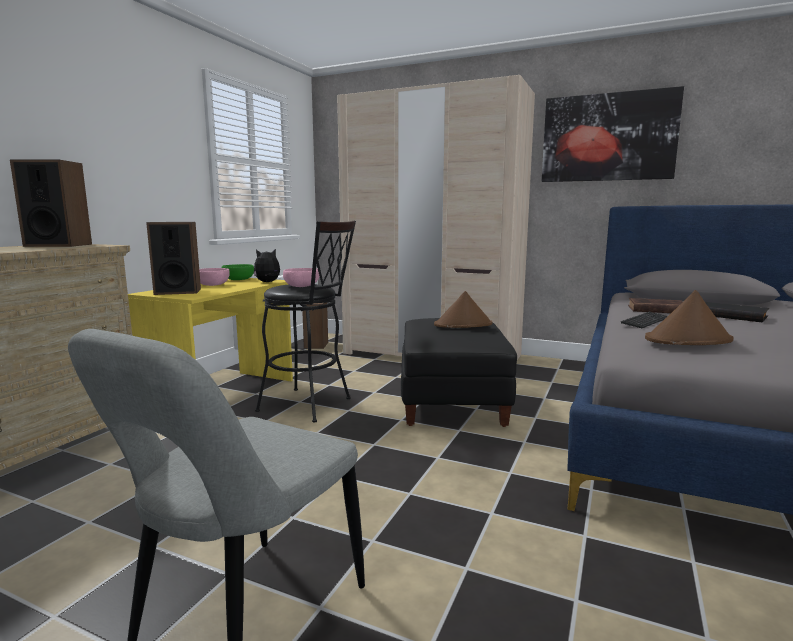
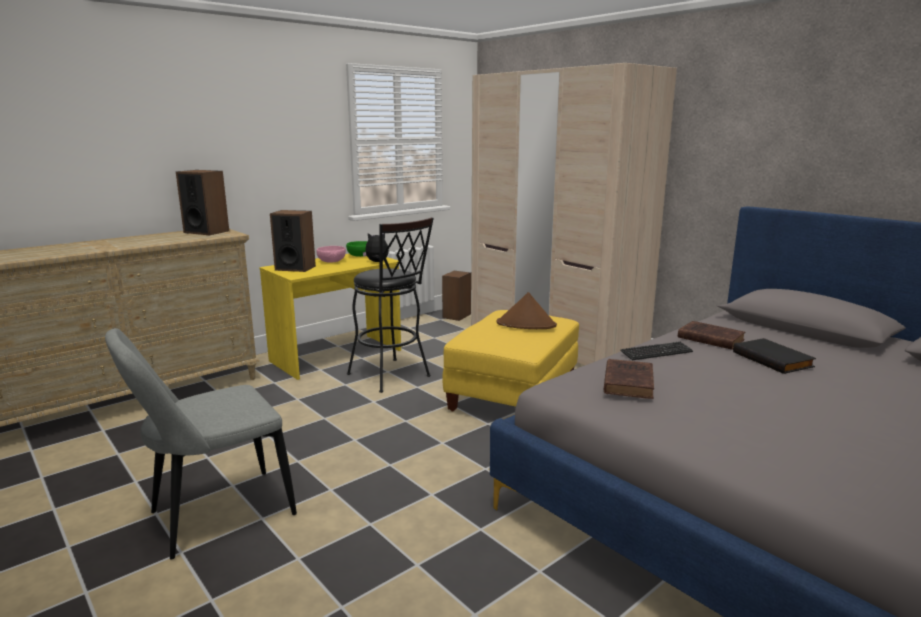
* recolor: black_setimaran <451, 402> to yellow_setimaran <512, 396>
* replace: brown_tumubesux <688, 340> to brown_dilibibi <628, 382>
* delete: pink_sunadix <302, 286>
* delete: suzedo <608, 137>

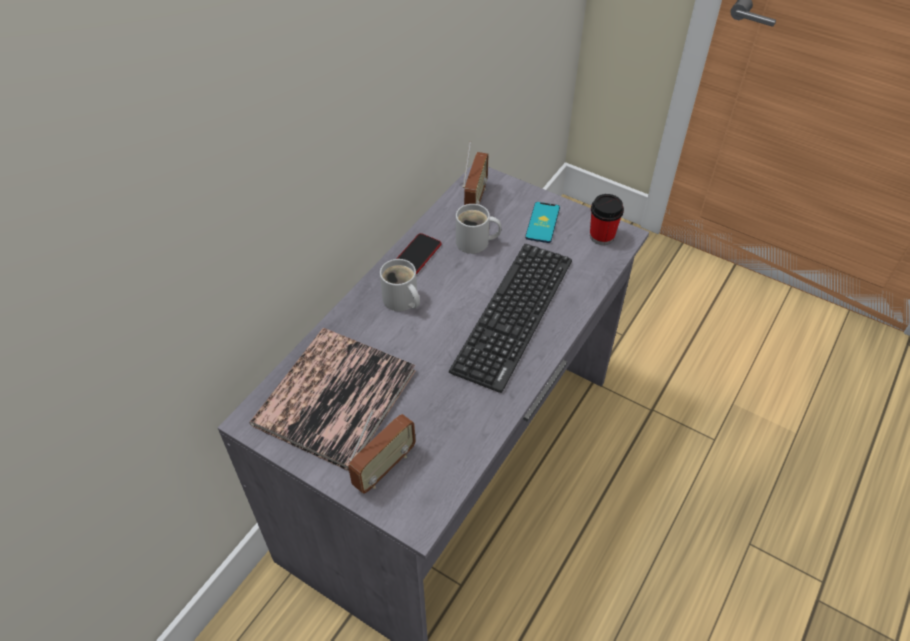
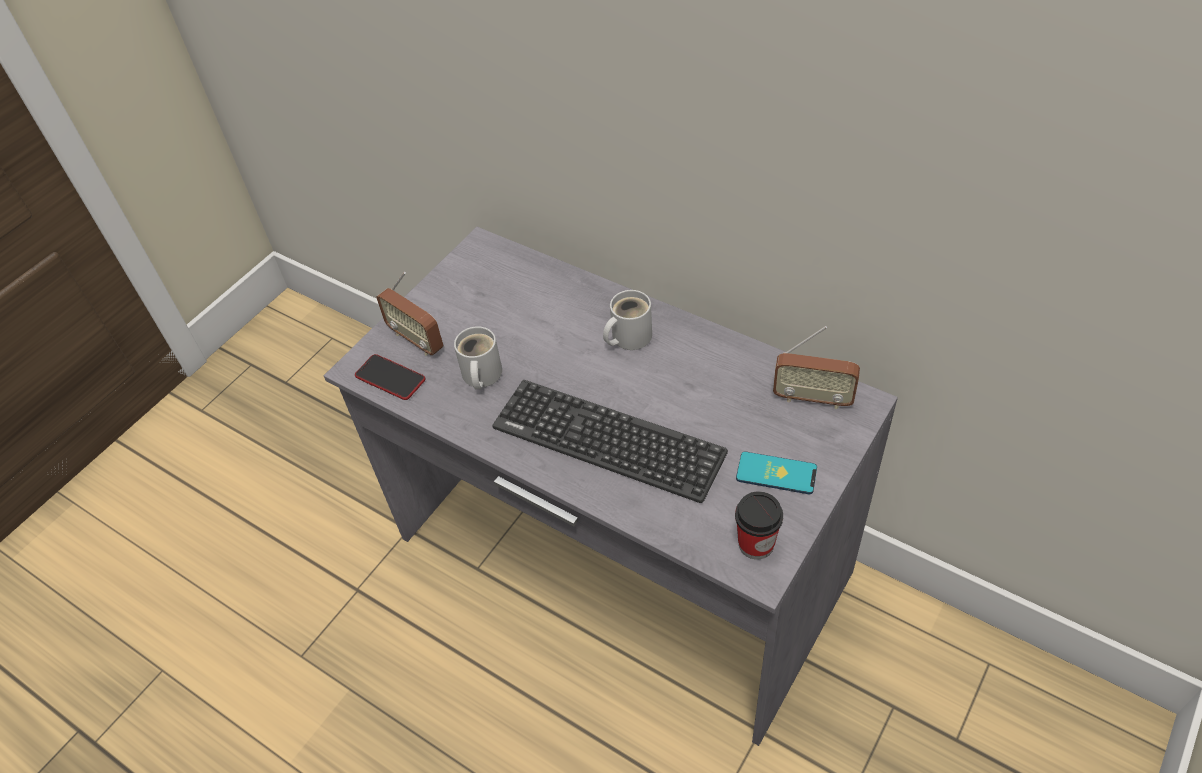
* move: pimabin <416, 256> to <390, 378>
* move: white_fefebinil <475, 243> to <480, 375>
* delete: dilibibi <335, 397>

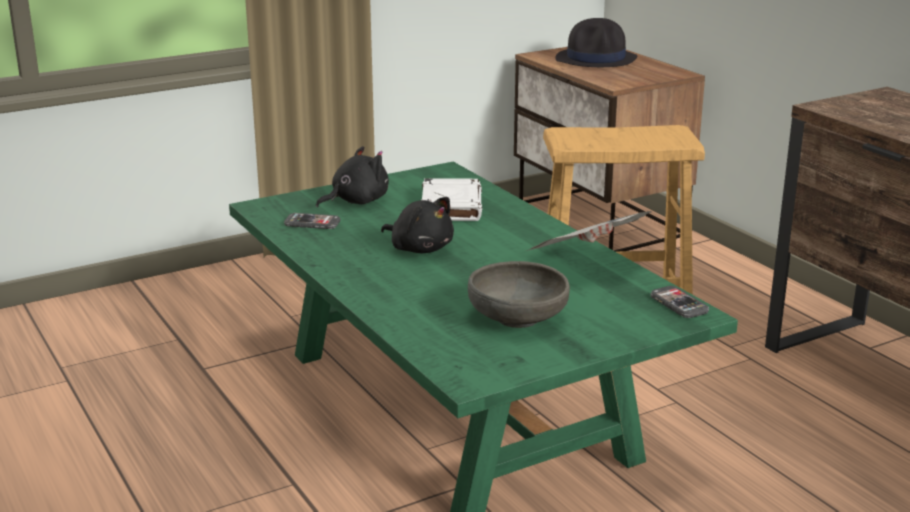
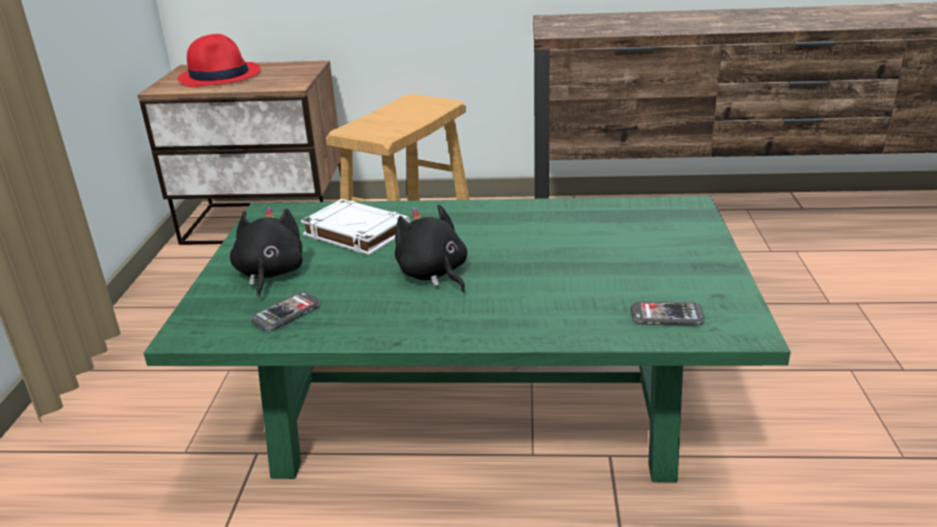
* recolor: black_tumubesux <596, 59> to red_tumubesux <220, 76>
* rotate: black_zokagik <420, 248> = <433, 274> 105 degrees counterclockwise
* move: pimabin <679, 304> to <666, 316>
* delete: grey_sunadix <517, 318>
* delete: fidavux <585, 262>

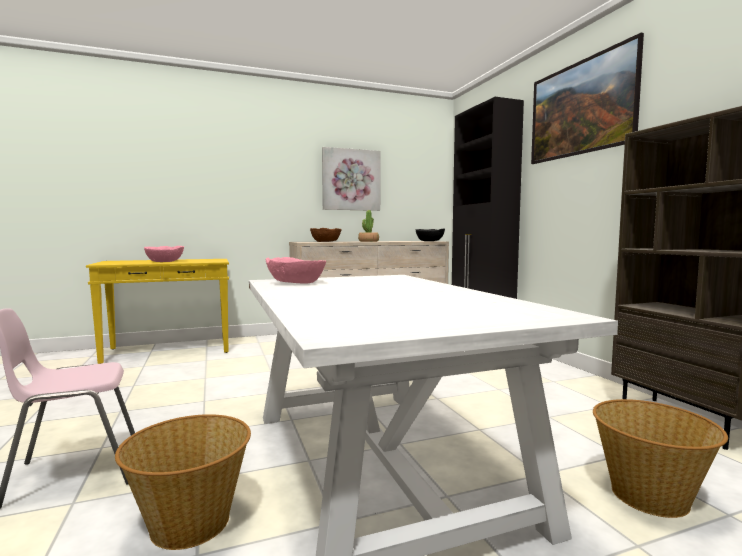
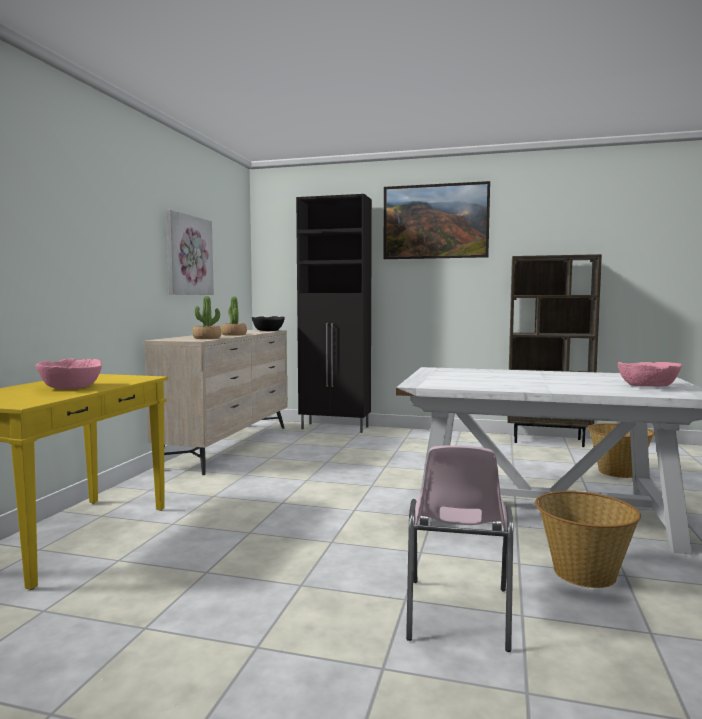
* replace: brown_sunadix <325, 241> to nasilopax <207, 338>
* move: pink_sunadix <296, 283> to <647, 386>

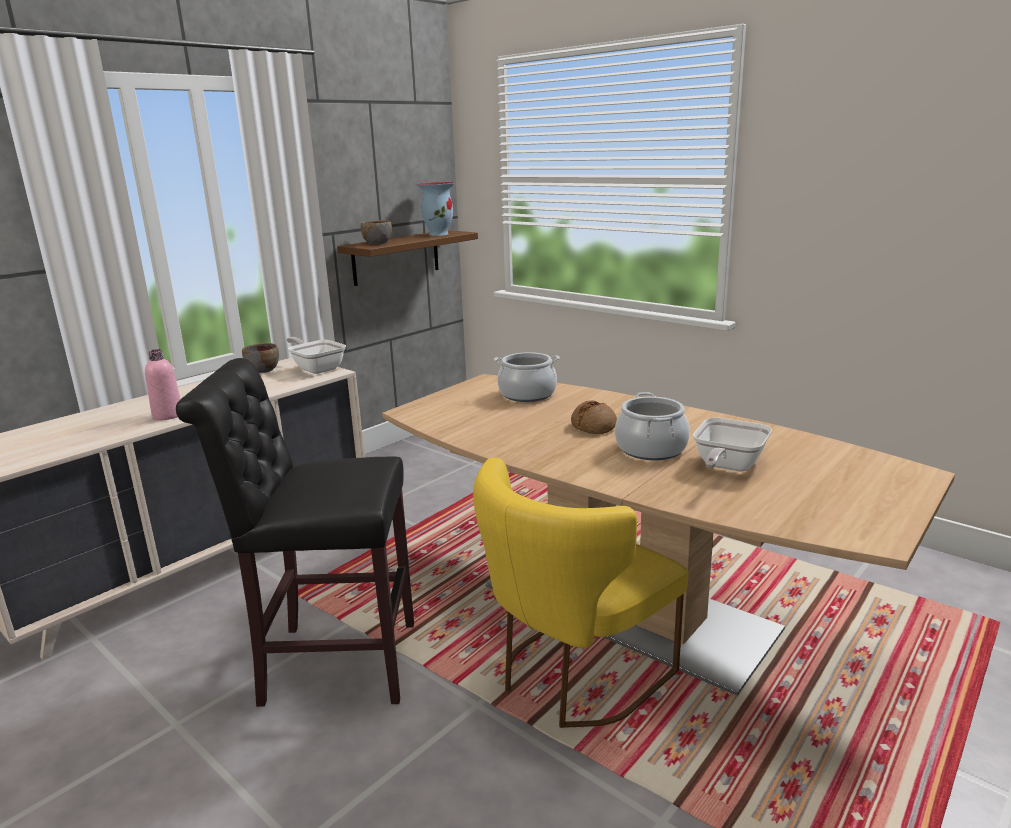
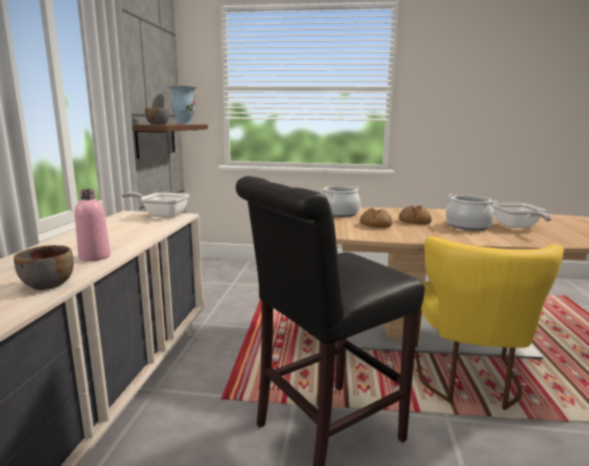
* move: grey_sunadix <263, 370> to <48, 284>
* insert: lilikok <375, 225>

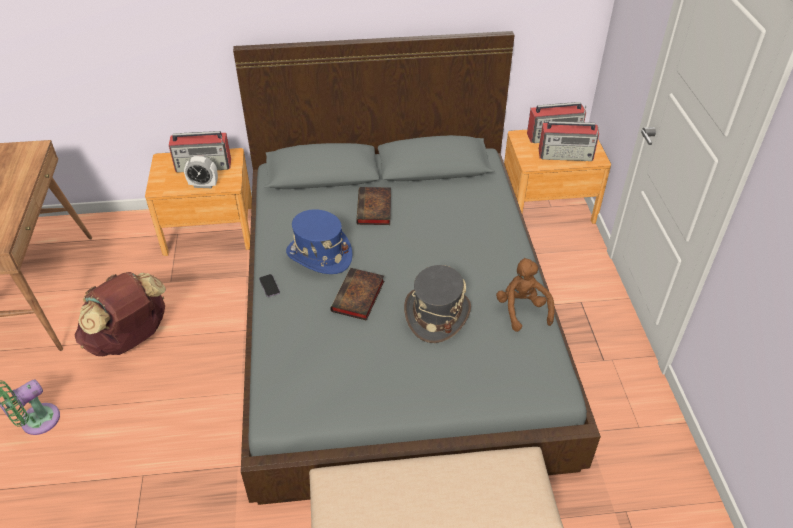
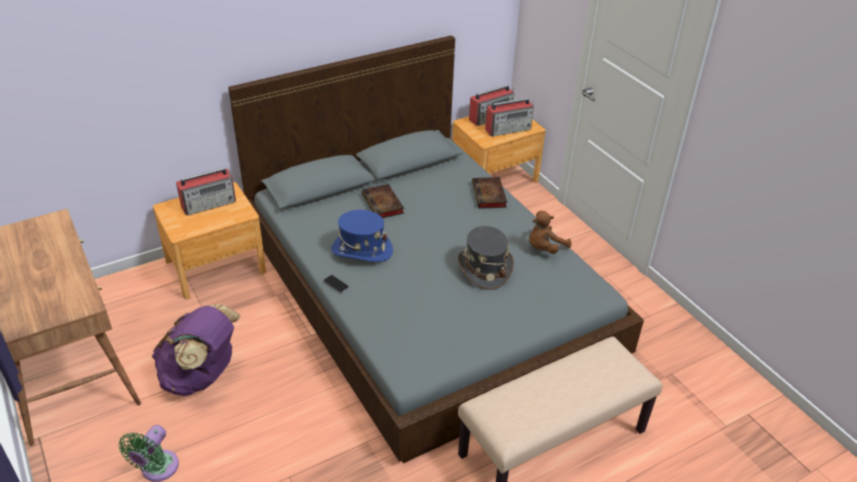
* recolor: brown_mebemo <130, 339> to purple_mebemo <202, 376>
* move: dilibibi <358, 298> to <489, 196>
* rotate: brown_zokagik <522, 310> = <544, 248> 90 degrees counterclockwise
* delete: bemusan <203, 185>

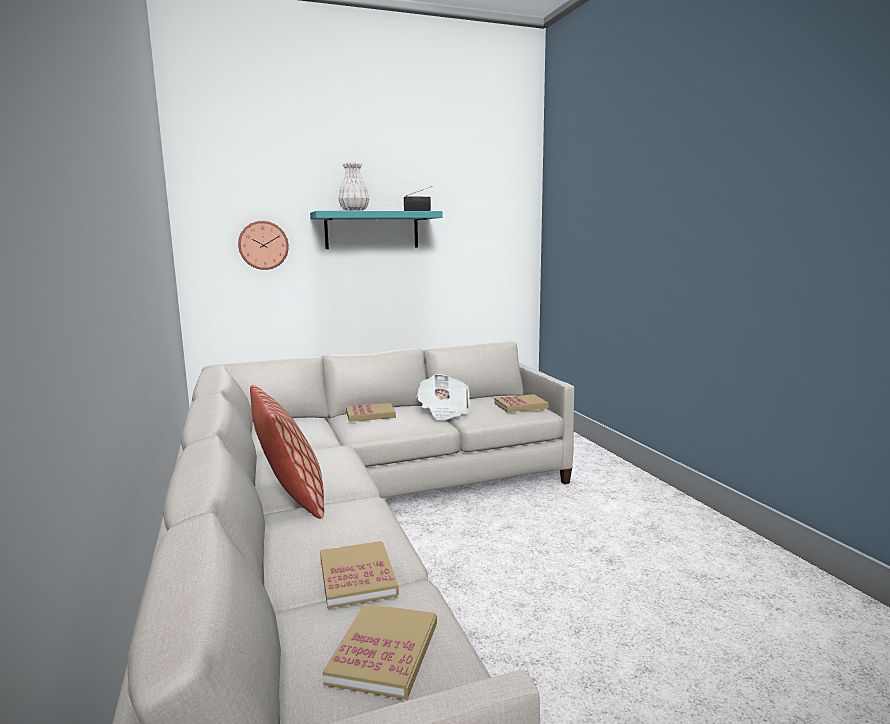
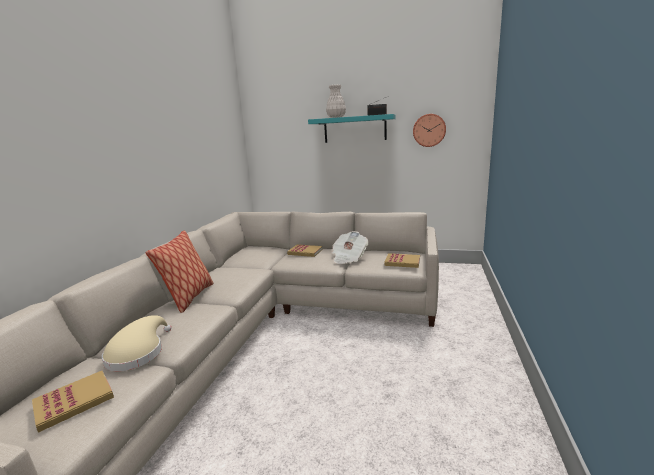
* replace: dilibibi <357, 577> to beige_tumubesux <138, 353>
* move: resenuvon <263, 245> to <429, 130>

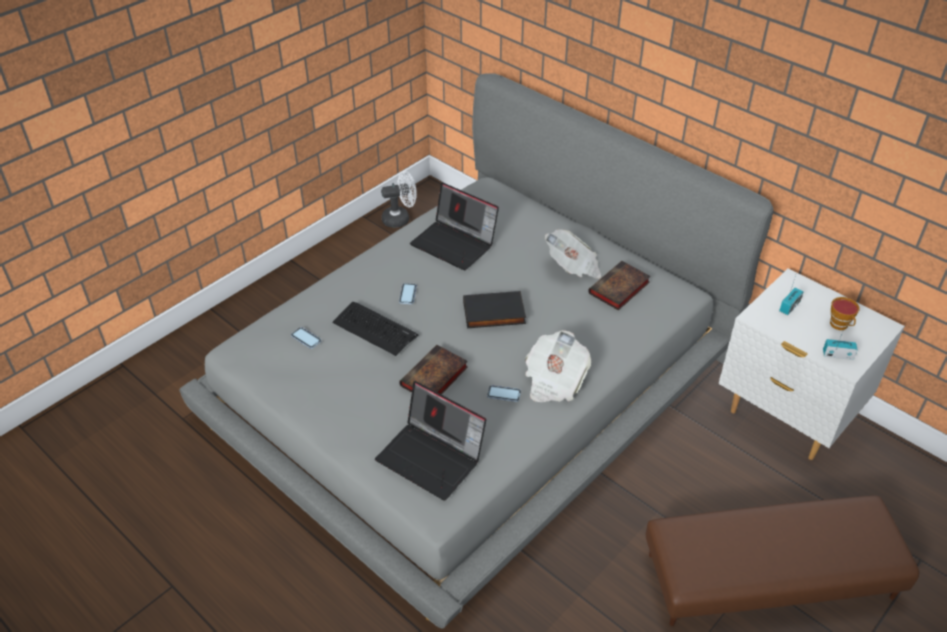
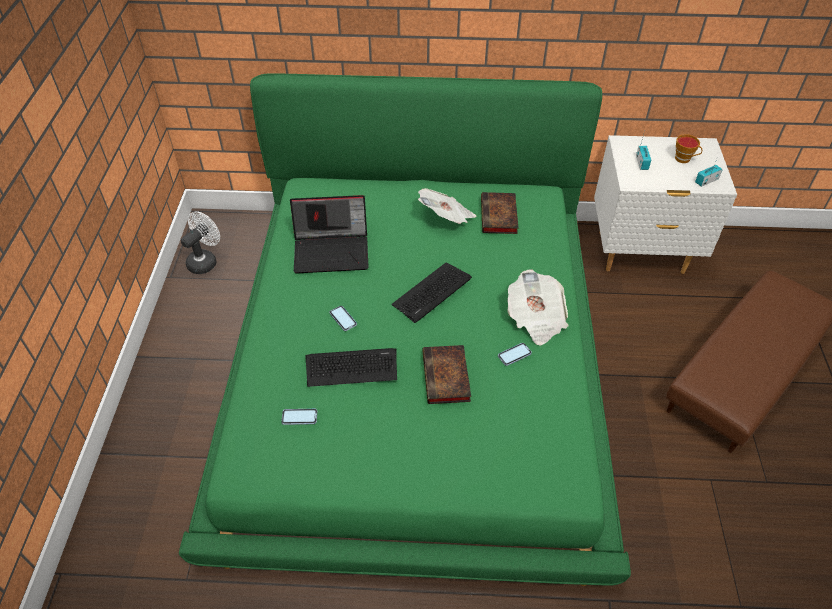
* recolor: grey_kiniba <473, 384> to green_kiniba <415, 367>
* replace: black_dilibibi <493, 314> to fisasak <432, 292>
* delete: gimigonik <432, 458>

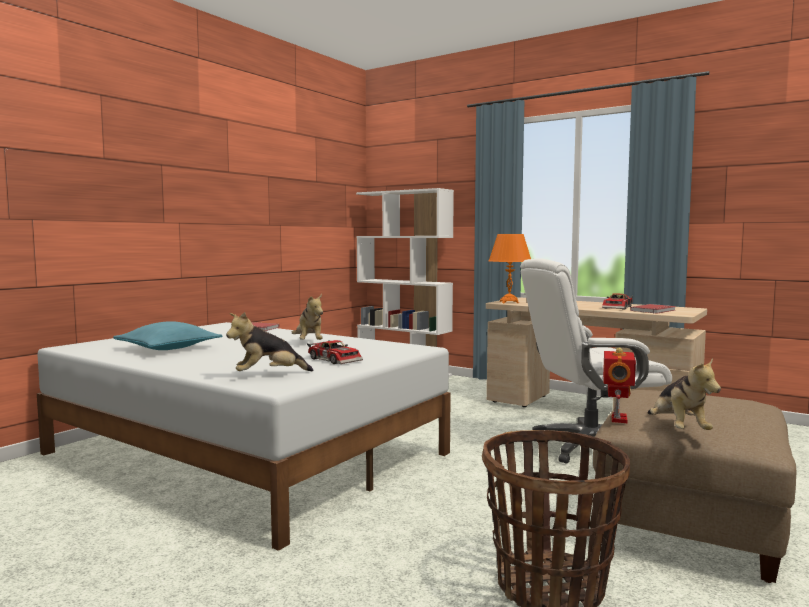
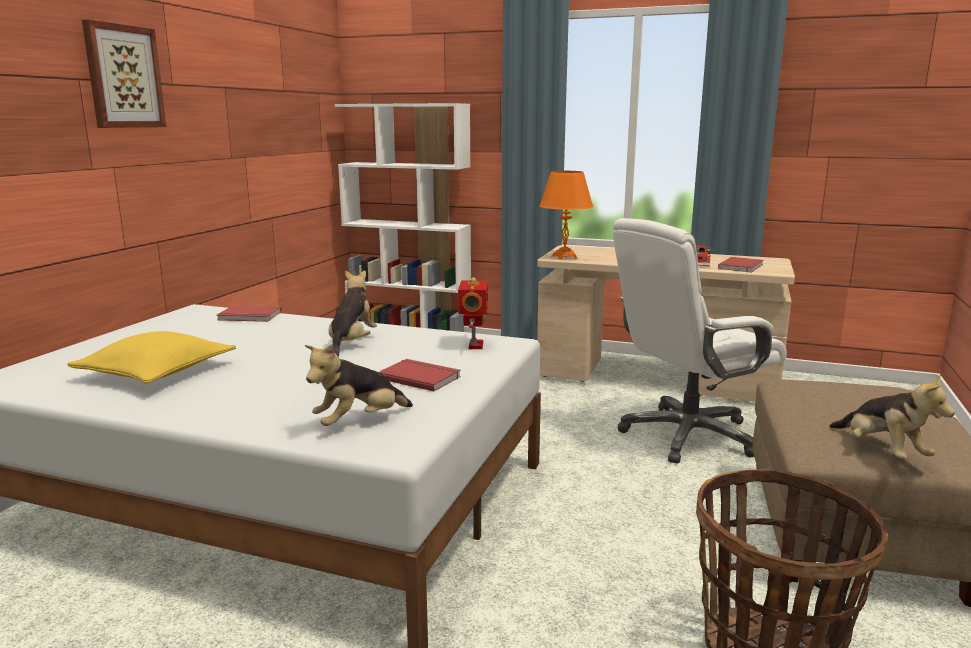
* recolor: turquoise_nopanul <168, 348> to yellow_nopanul <157, 372>
* insert: suzedo <123, 77>
* rotate: zokagik <309, 343> = <352, 343> 135 degrees counterclockwise
* replace: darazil <336, 359> to red_dilibibi <420, 377>
* move: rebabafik <617, 419> to <474, 345>

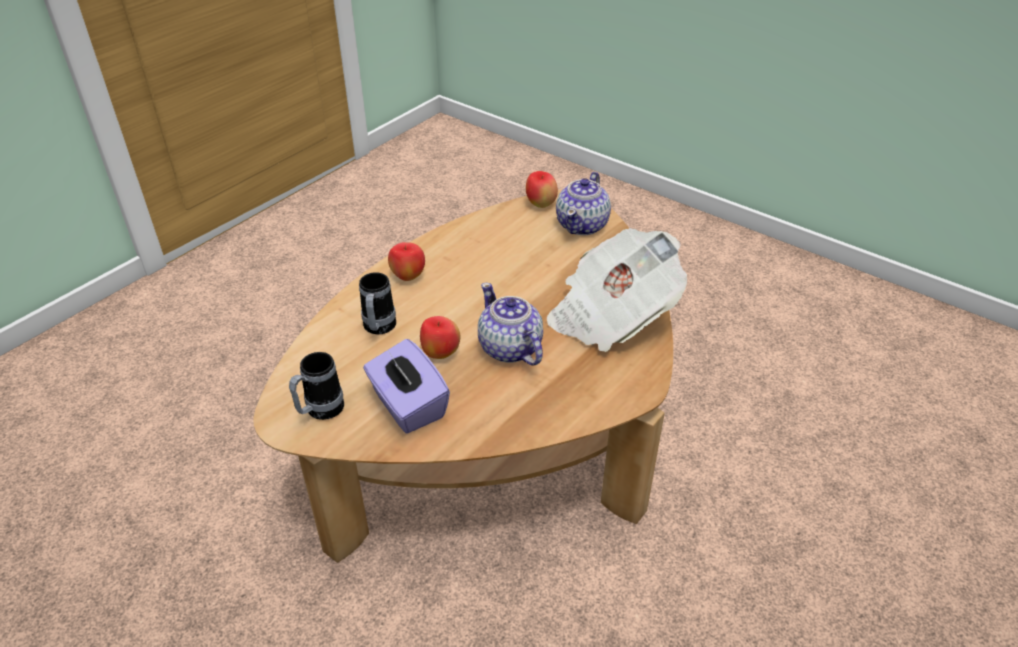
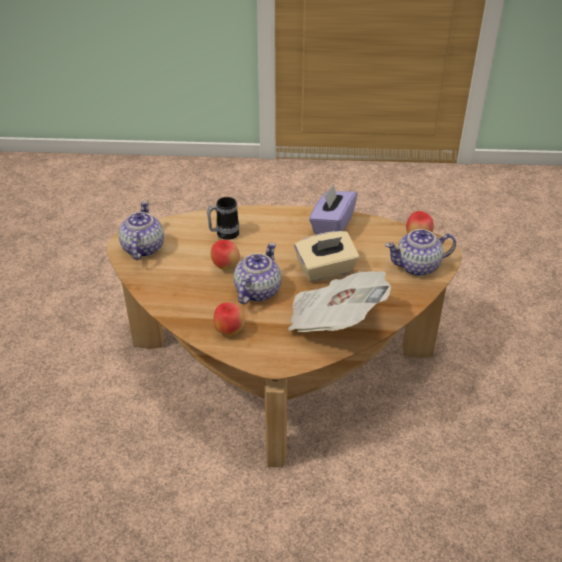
* replace: fefebinil <320, 411> to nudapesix <142, 248>
* move: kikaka <408, 277> to <229, 331>
* insert: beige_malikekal <326, 270>
* move: purple_malikekal <408, 406> to <332, 225>

